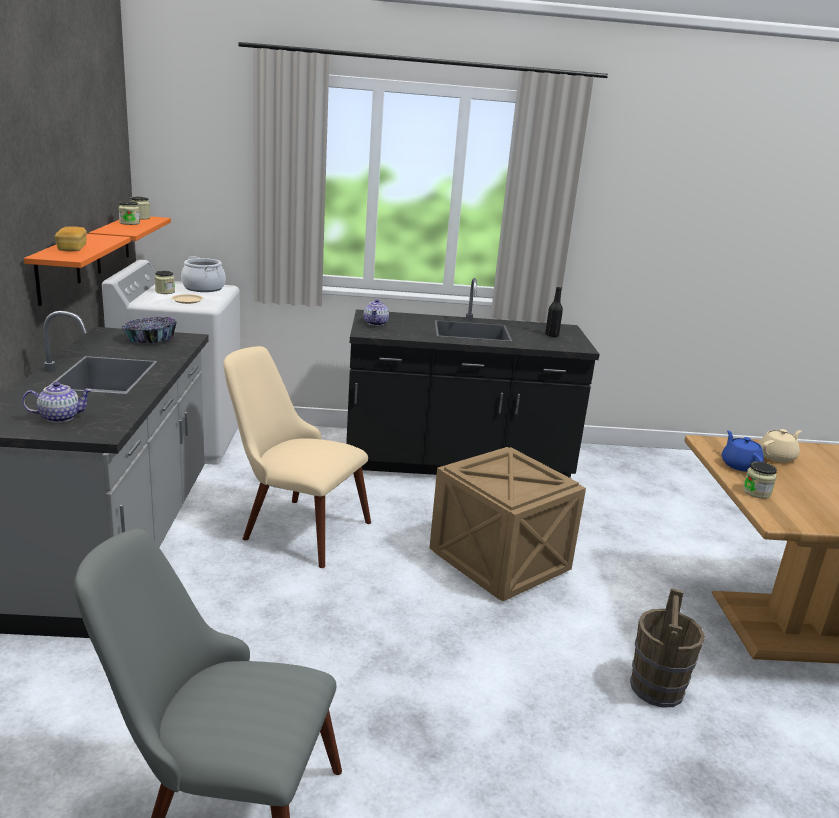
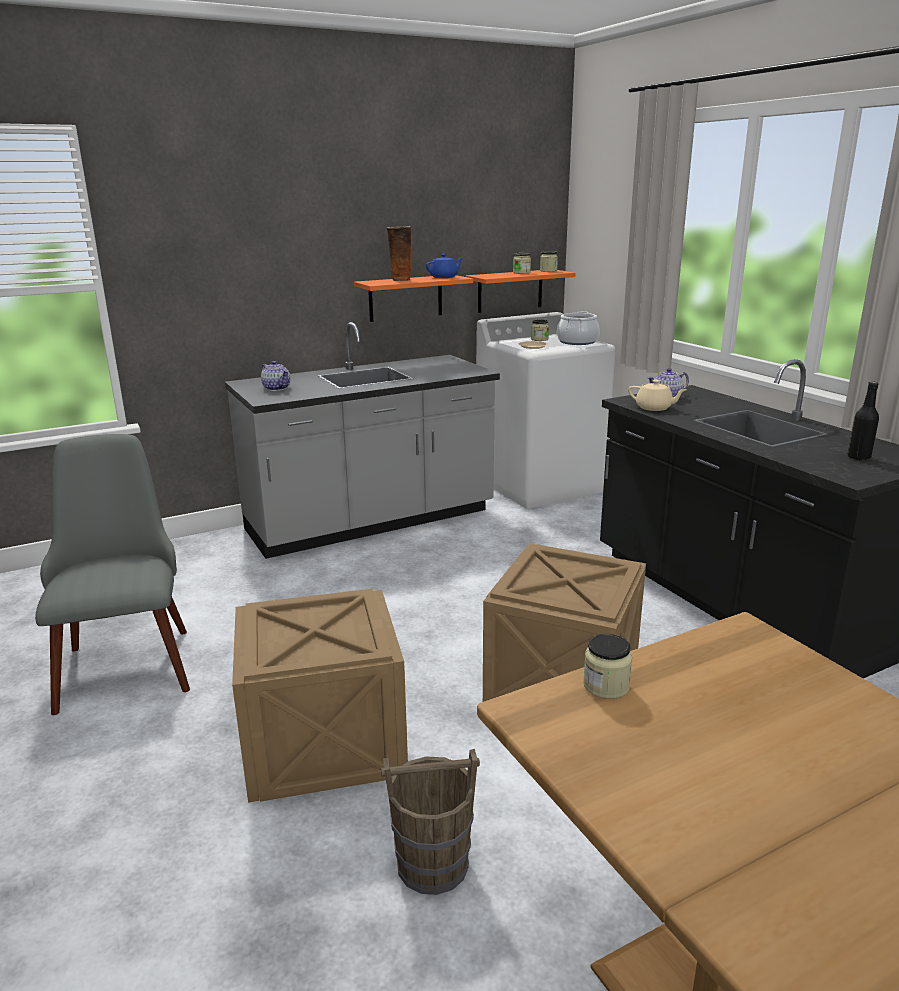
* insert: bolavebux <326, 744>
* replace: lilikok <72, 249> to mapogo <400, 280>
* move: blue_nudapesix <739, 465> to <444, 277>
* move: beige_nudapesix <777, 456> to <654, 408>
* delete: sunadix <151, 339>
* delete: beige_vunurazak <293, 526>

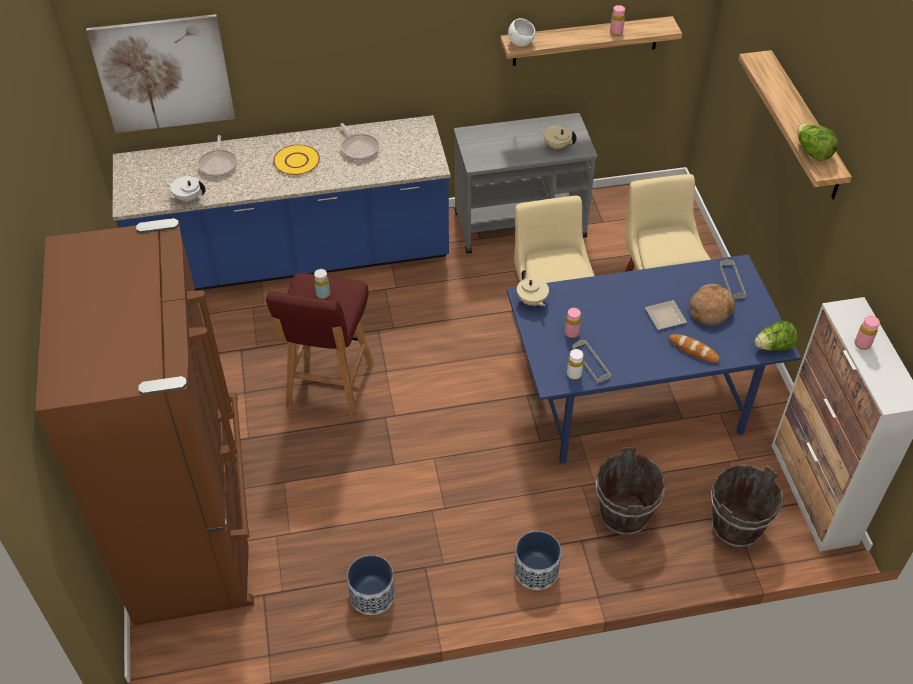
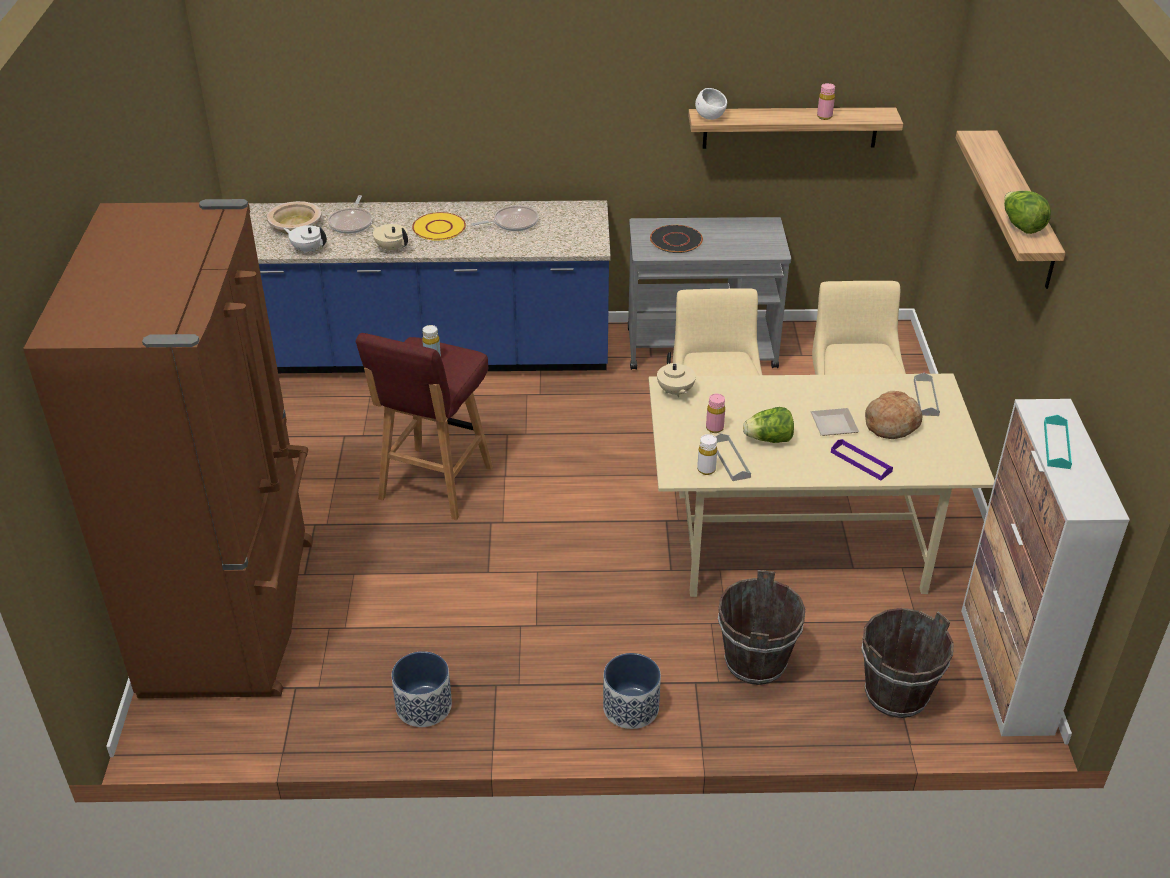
* insert: beige_sunadix <295, 225>
* move: beige_nudapesix <556, 145> to <391, 248>
* rotate: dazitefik <359, 148> = <513, 223> 90 degrees counterclockwise
* recolor: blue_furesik <634, 401> to beige_furesik <796, 542>
* insert: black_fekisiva <676, 240>
* move: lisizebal <773, 347> to <769, 439>
* replace: lilikok <693, 350> to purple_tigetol <861, 462>
* replace: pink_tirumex <862, 344> to turquoise_tigetol <1056, 445>
* delete: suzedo <164, 74>

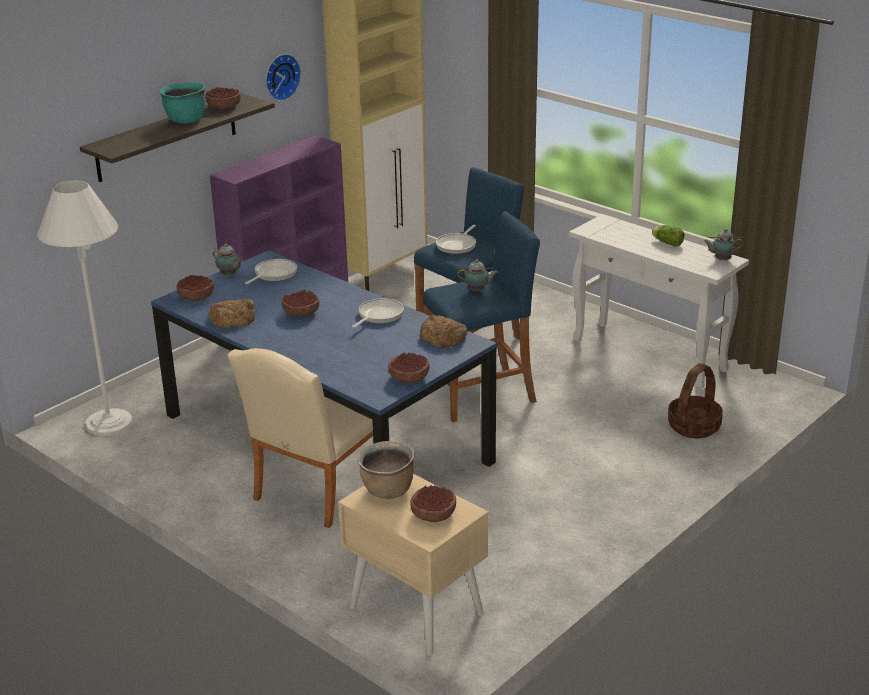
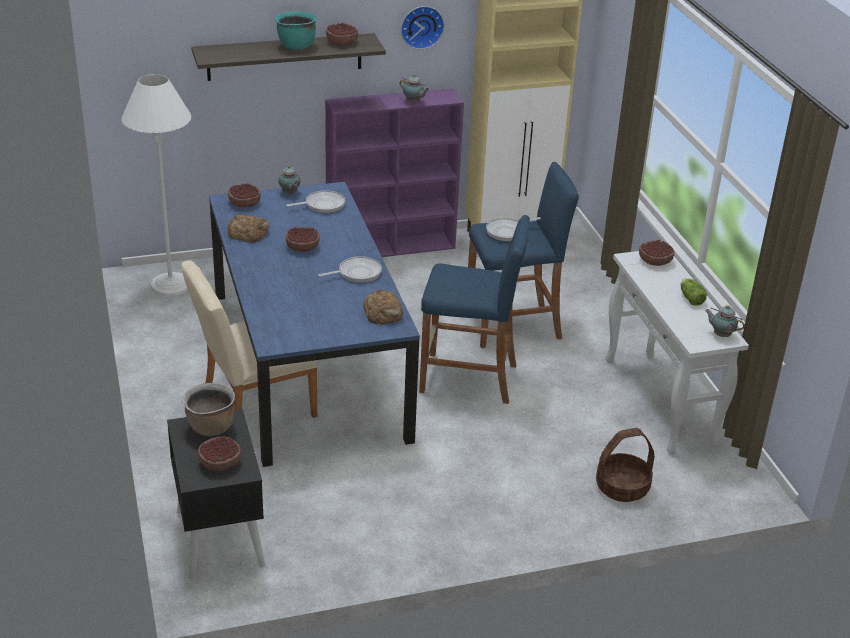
* recolor: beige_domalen <415, 610> to black_domalen <219, 537>
* move: nudapesix <478, 291> to <413, 102>
* move: sunadix <409, 377> to <655, 261>

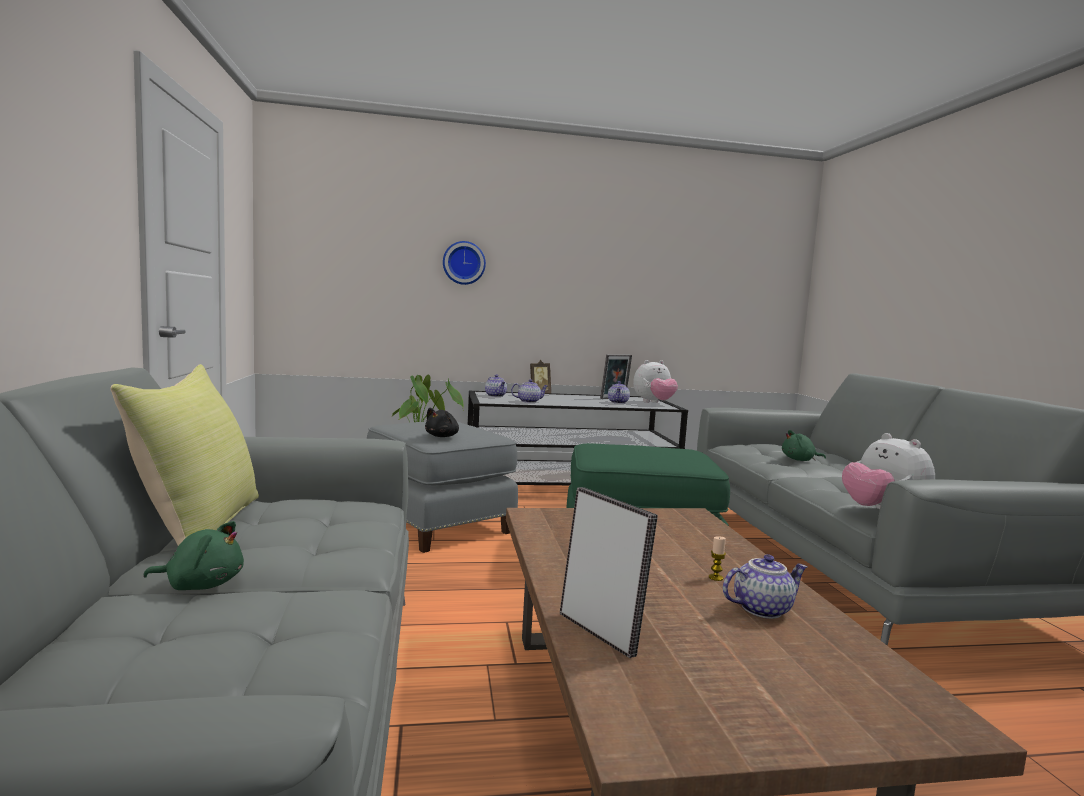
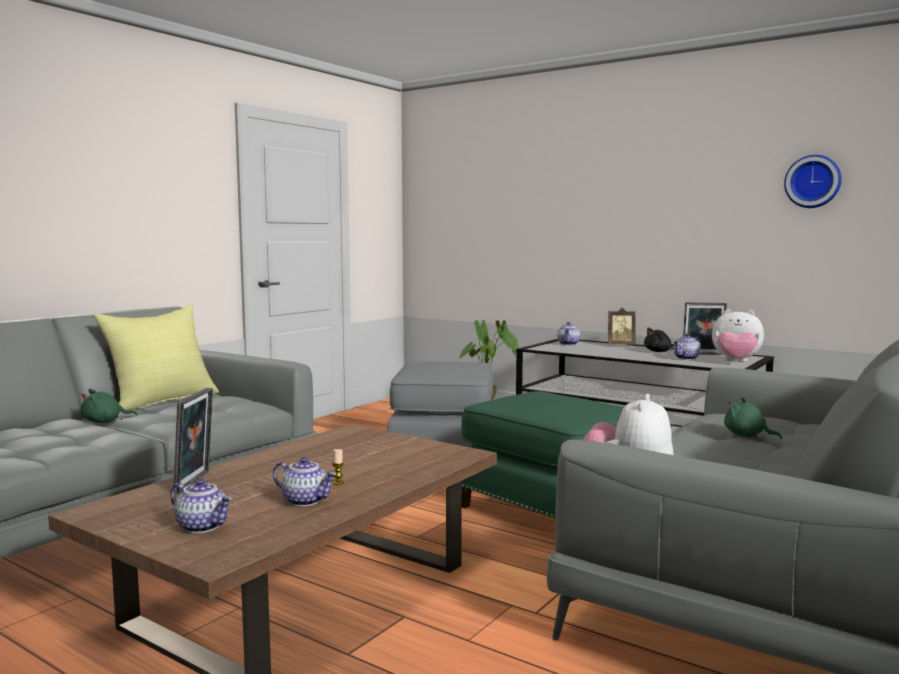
* rotate: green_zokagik <201, 584> = <105, 422> 105 degrees clockwise
* move: nudapesix <529, 401> to <203, 526>
* move: black_zokagik <443, 436> to <659, 351>
* move: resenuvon <464, 263> to <813, 181>

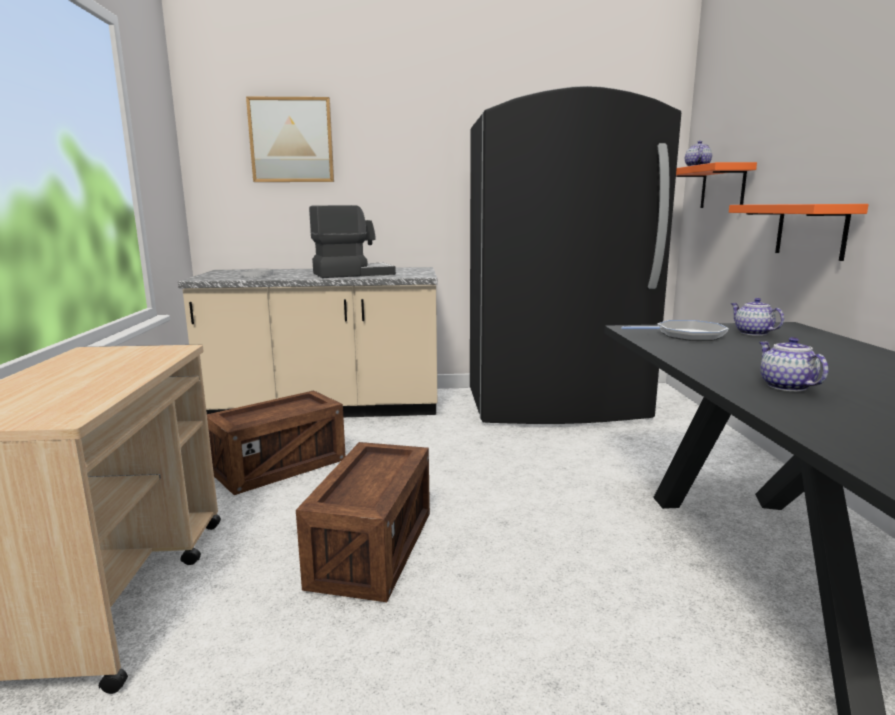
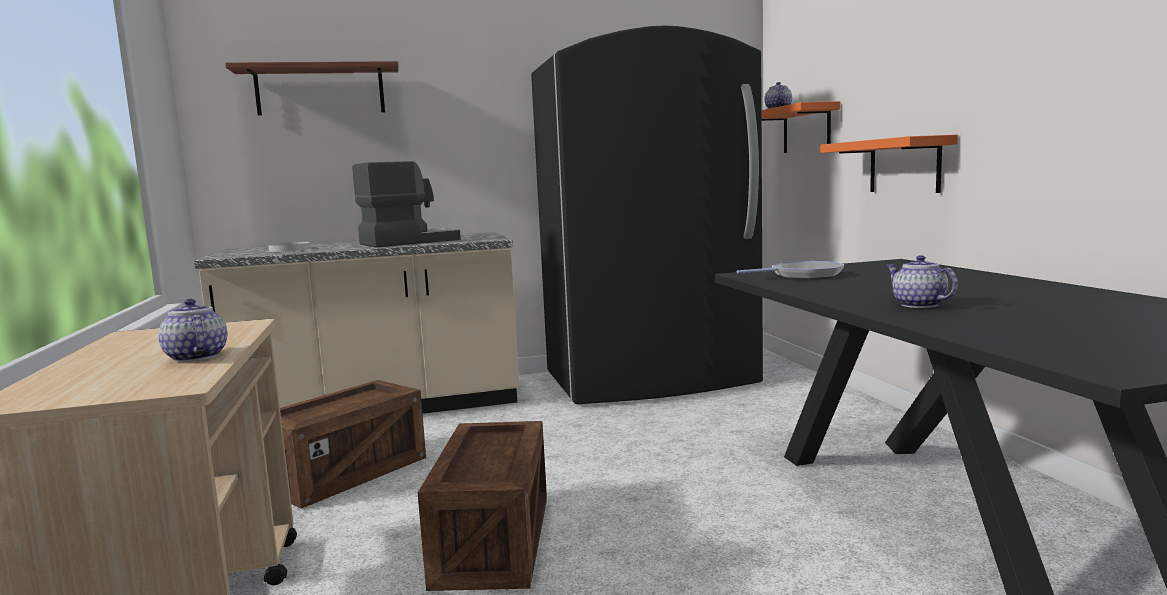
* move: nudapesix <752, 333> to <195, 357>
* replace: suzedo <291, 140> to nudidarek <320, 91>

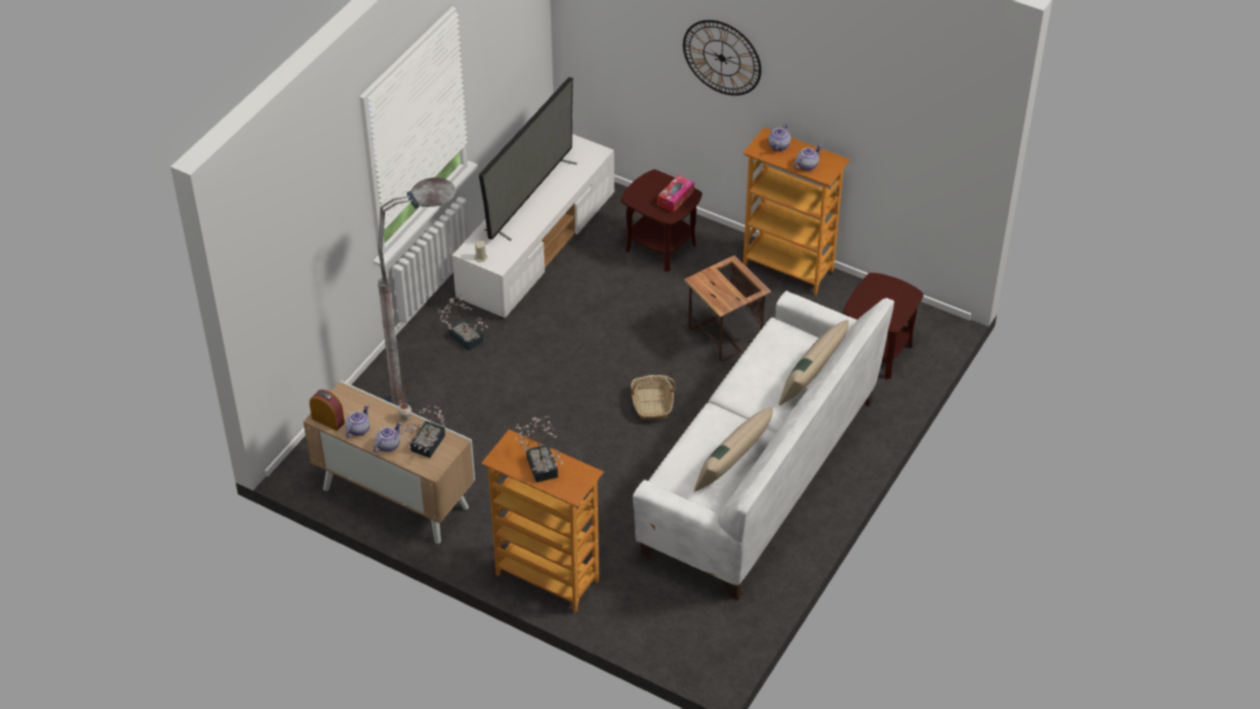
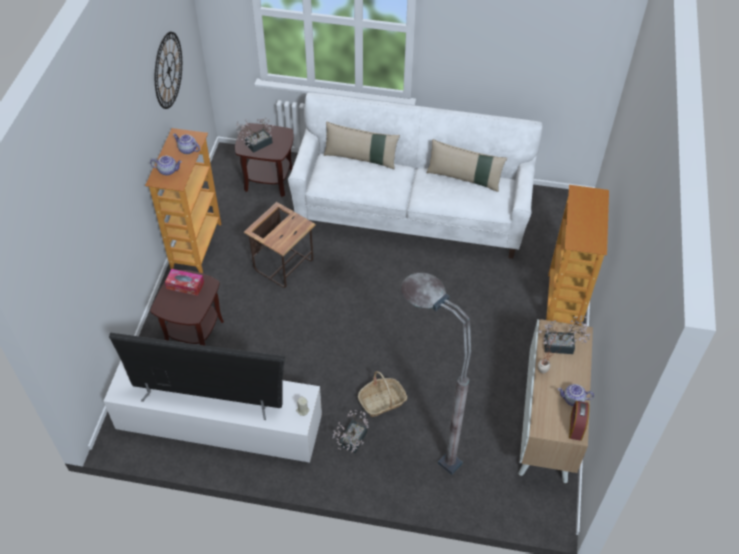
* move: resenuvon <722, 57> to <168, 70>
* move: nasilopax <541, 463> to <256, 145>
* move: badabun <652, 404> to <382, 401>
* delete: nudapesix <388, 445>

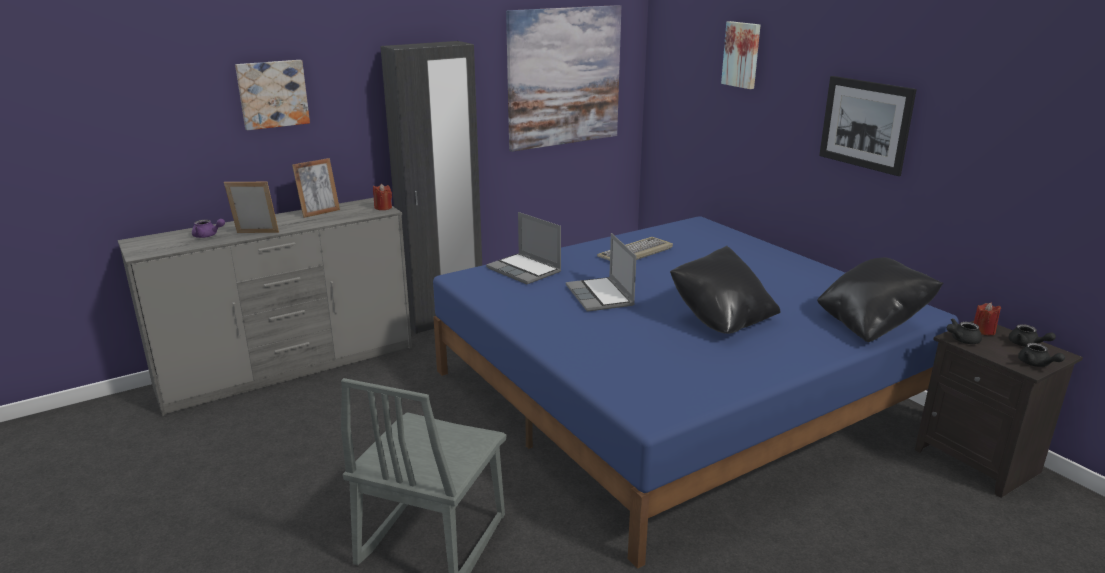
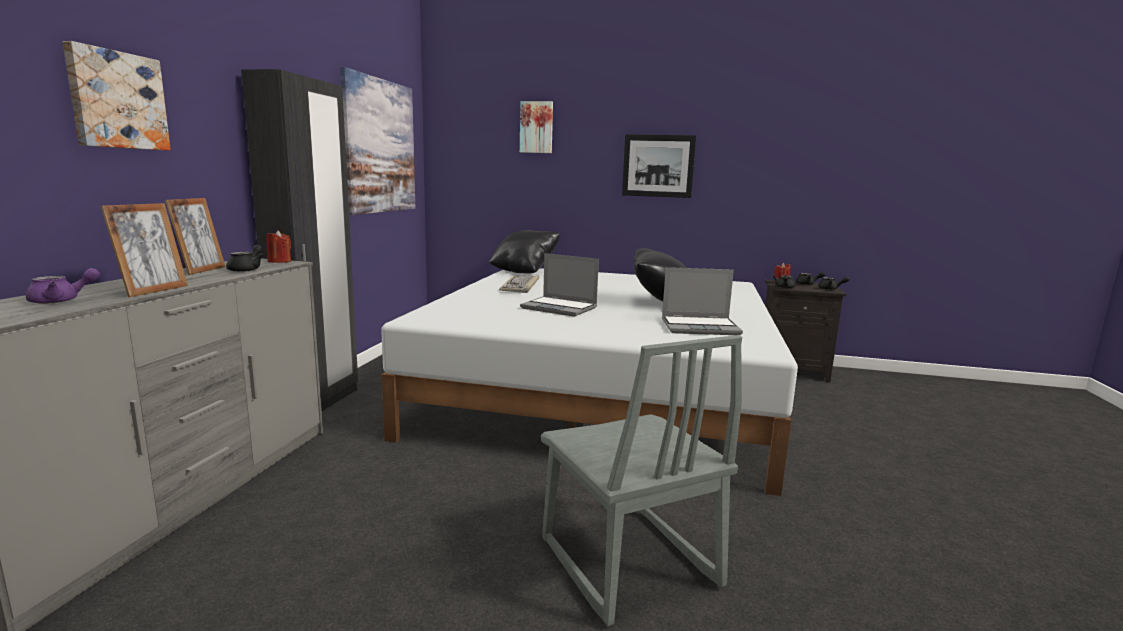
* rotate: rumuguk <256, 234> = <152, 291> 150 degrees clockwise
* insert: black_nudapesix <247, 269>
* recolor: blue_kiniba <674, 394> to white_kiniba <602, 392>
* move: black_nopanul <871, 325> to <524, 271>
* move: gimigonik <525, 270> to <700, 327>

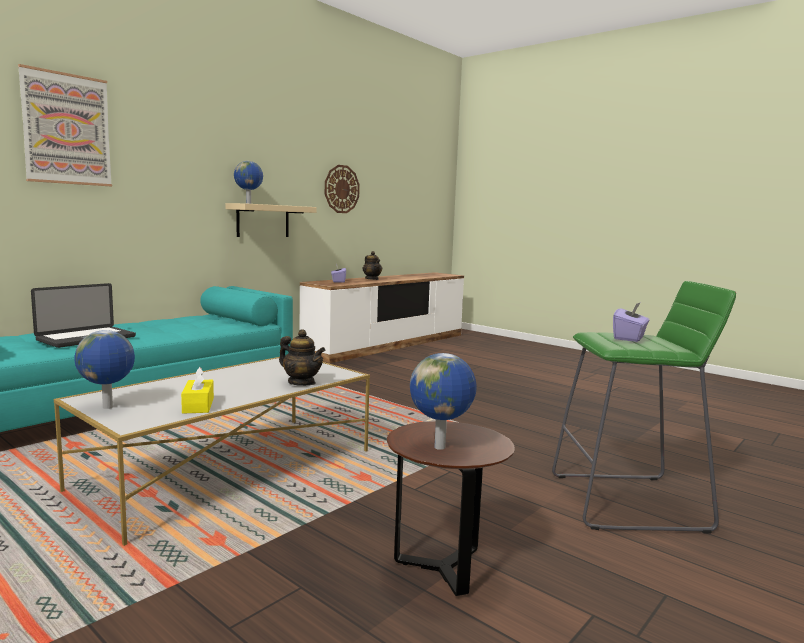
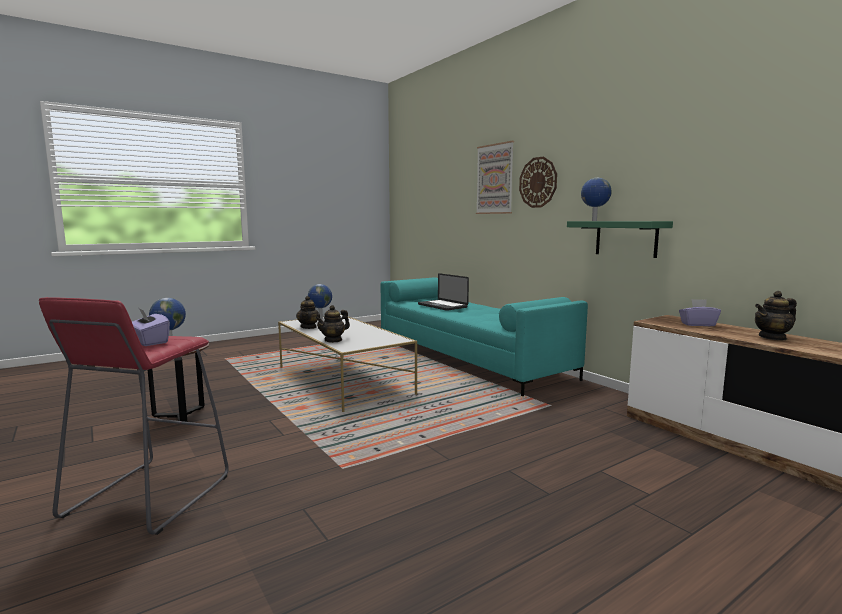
* recolor: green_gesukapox <629, 502> to red_gesukapox <147, 496>
* replace: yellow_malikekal <198, 405> to nudapesix <308, 327>
* move: resenuvon <341, 189> to <538, 182>
* recolor: beige_nudidarek <263, 221> to green_nudidarek <626, 238>

